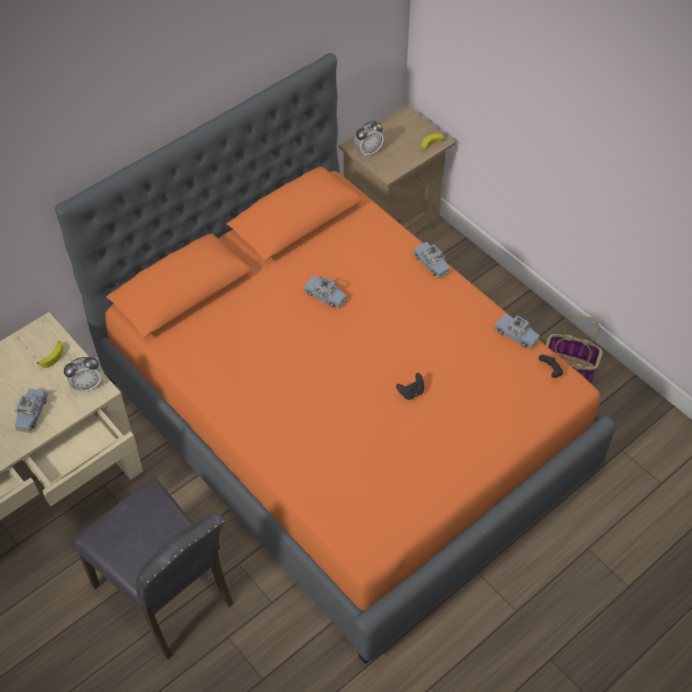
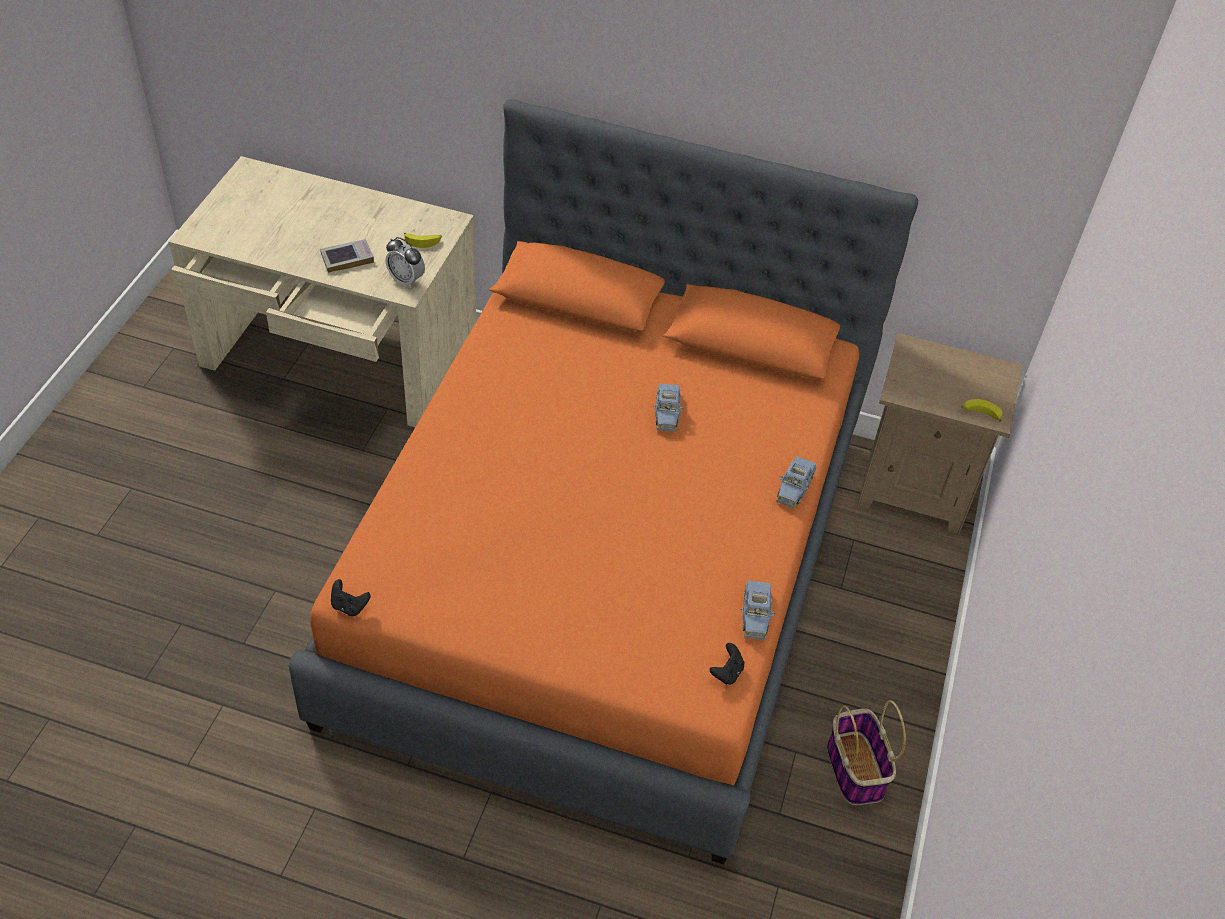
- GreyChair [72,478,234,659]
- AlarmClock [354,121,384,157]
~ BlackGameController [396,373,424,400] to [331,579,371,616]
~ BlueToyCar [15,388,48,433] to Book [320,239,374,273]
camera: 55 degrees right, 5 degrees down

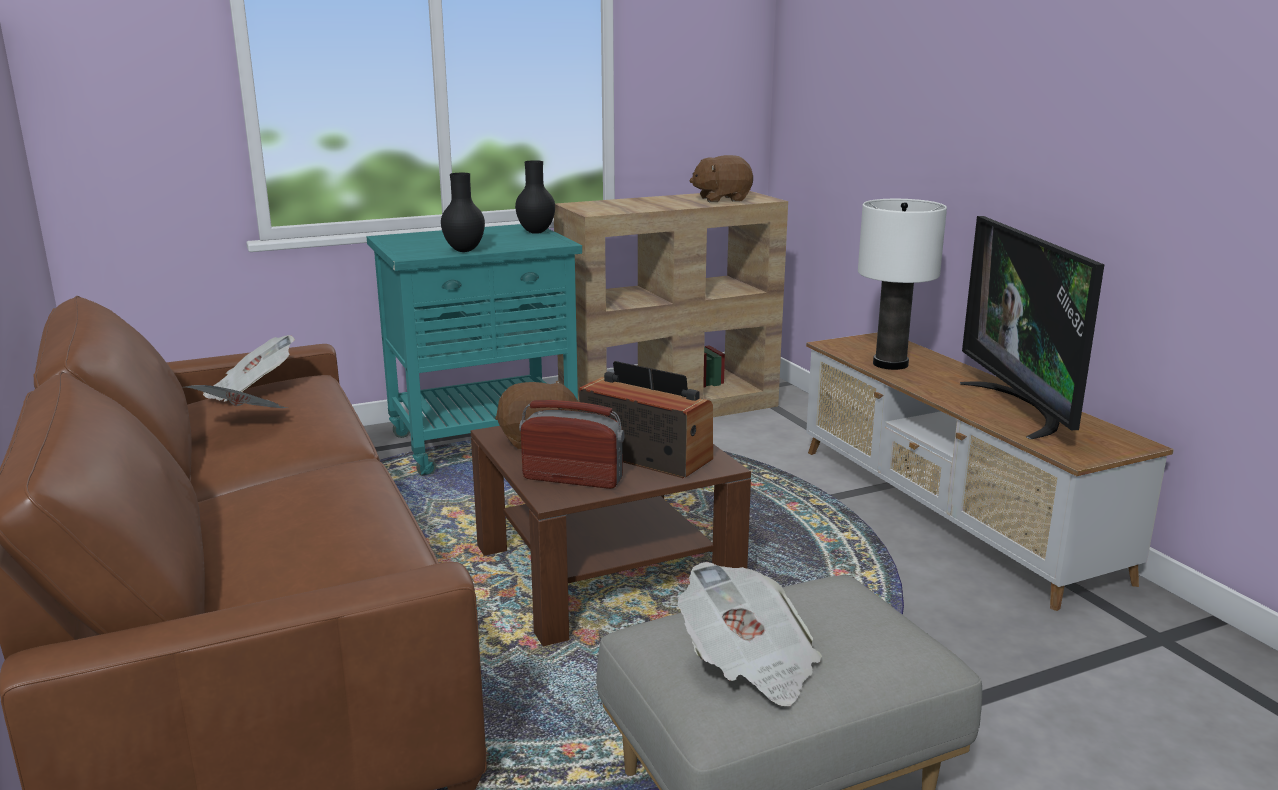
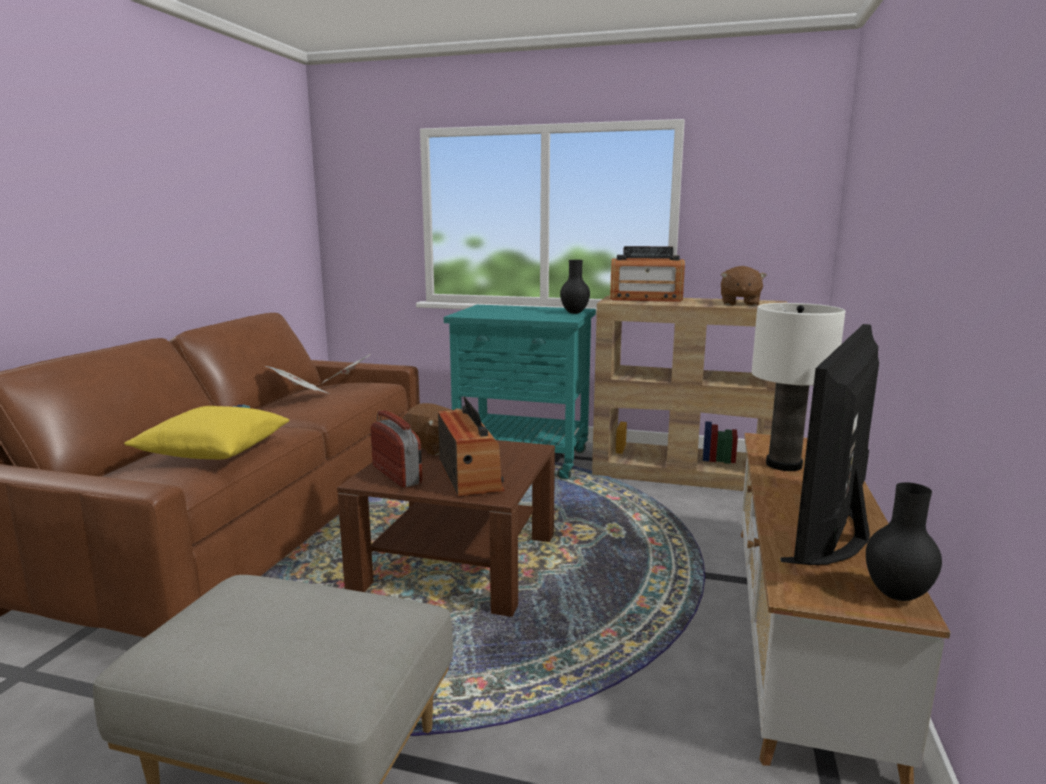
- Newspaper [678,562,822,706]
+ YellowPillow [124,404,289,460]
+ Radio [610,246,685,302]
~ BlackVase [441,173,485,252] to [866,482,942,601]
~ BrownPlushToy [690,155,753,202] = [721,266,767,306] 105 degrees counterclockwise
camera: 40 degrees right, 5 degrees down

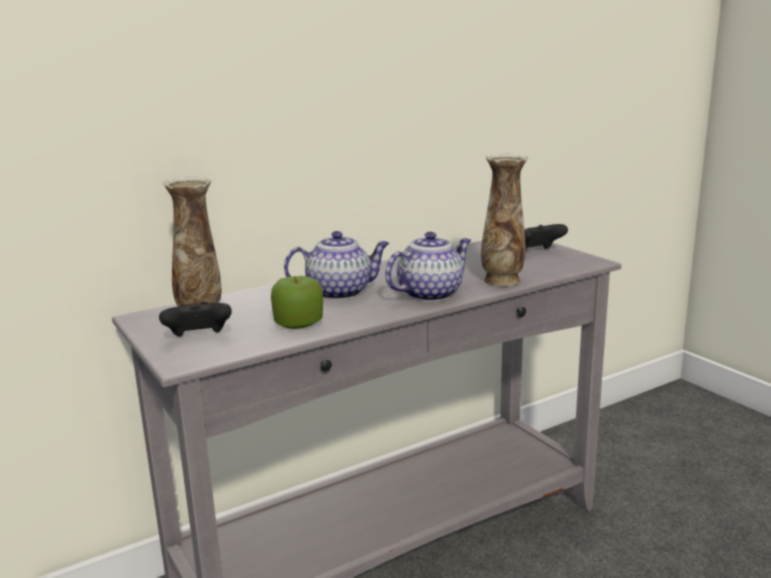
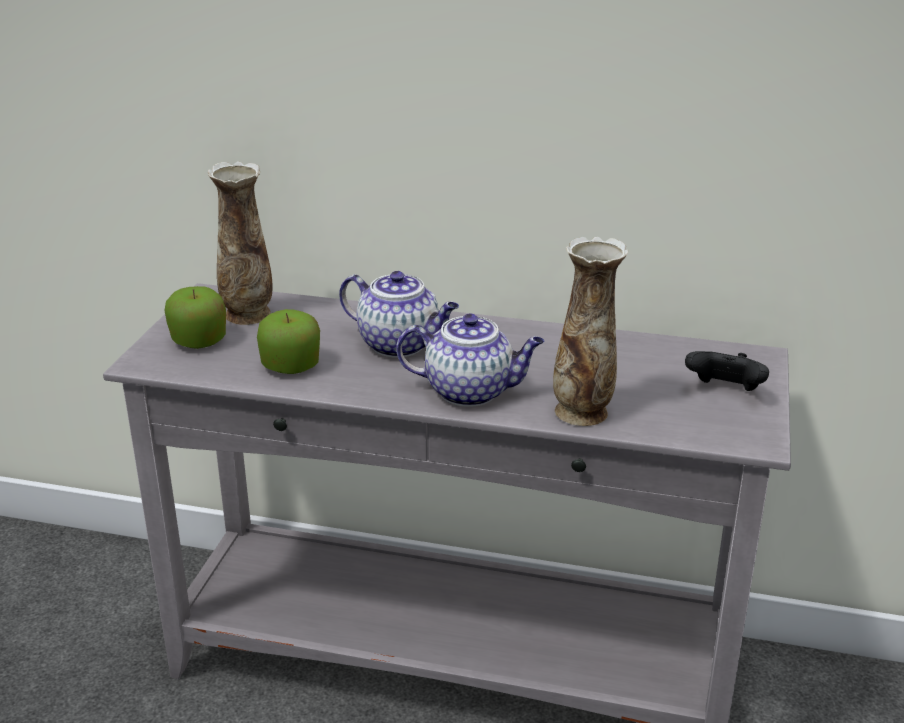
~ BlackGameController [159,302,232,337] to Apple [165,286,226,349]
camera: 45 degrees right, 10 degrees up

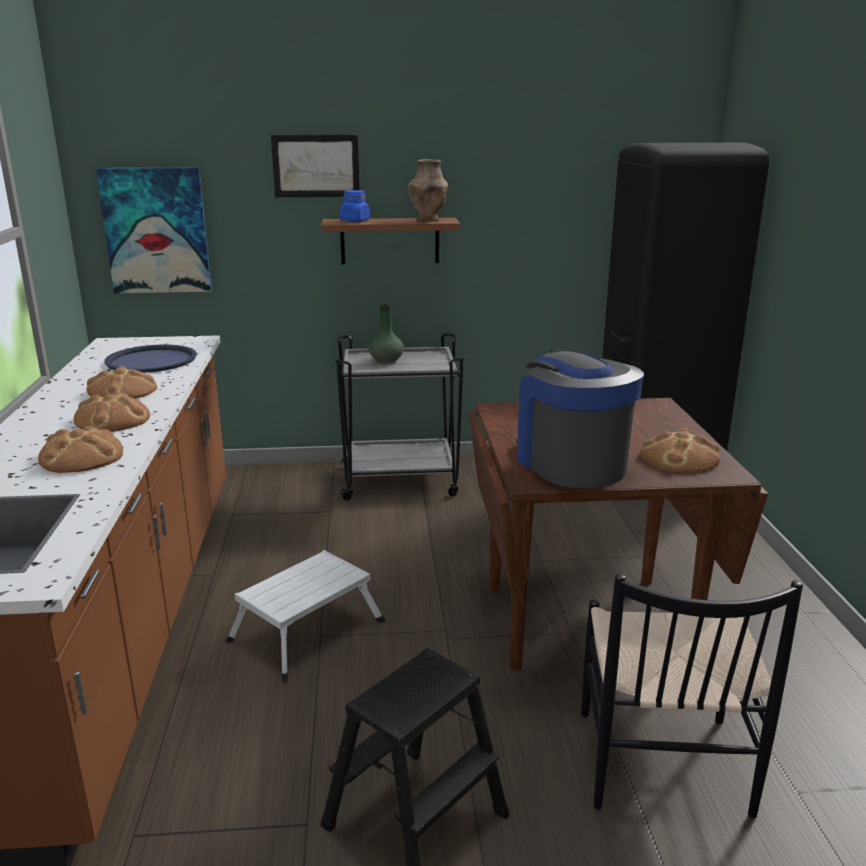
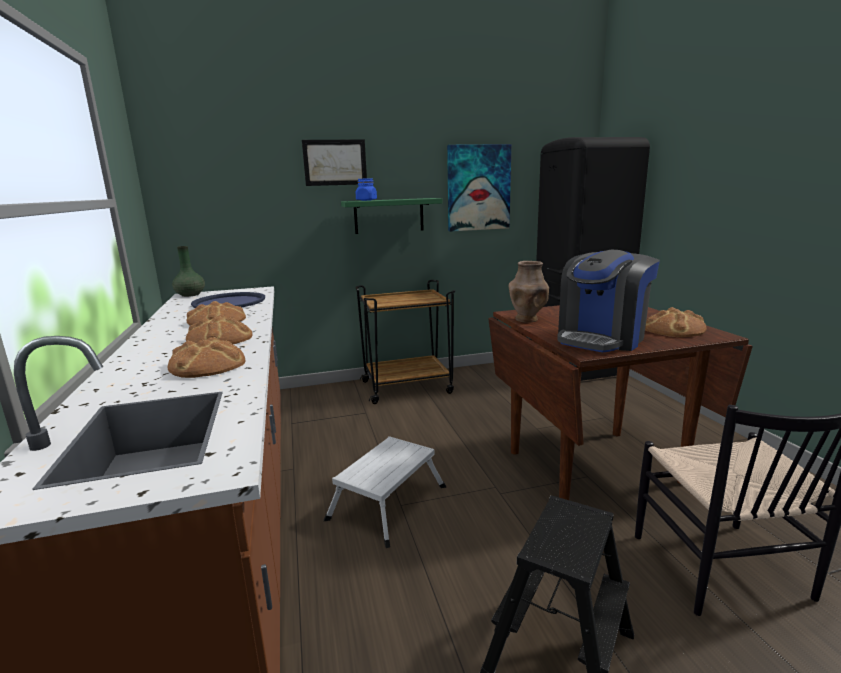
~ Picture [96,167,212,293] to [447,144,512,232]
~ GreenVase [369,304,404,363] to [172,246,205,297]
~ BrownVase [408,159,448,222] to [509,261,549,323]
~ BrownShelf [321,218,460,264] to GreenShelf [341,198,442,234]
~ GreyCart [335,333,465,500] to BrownCart [355,280,455,404]
~ CoffeeMachine [516,349,644,488] = [557,250,660,352] 105 degrees counterclockwise
camera: 10 degrees left, 5 degrees down

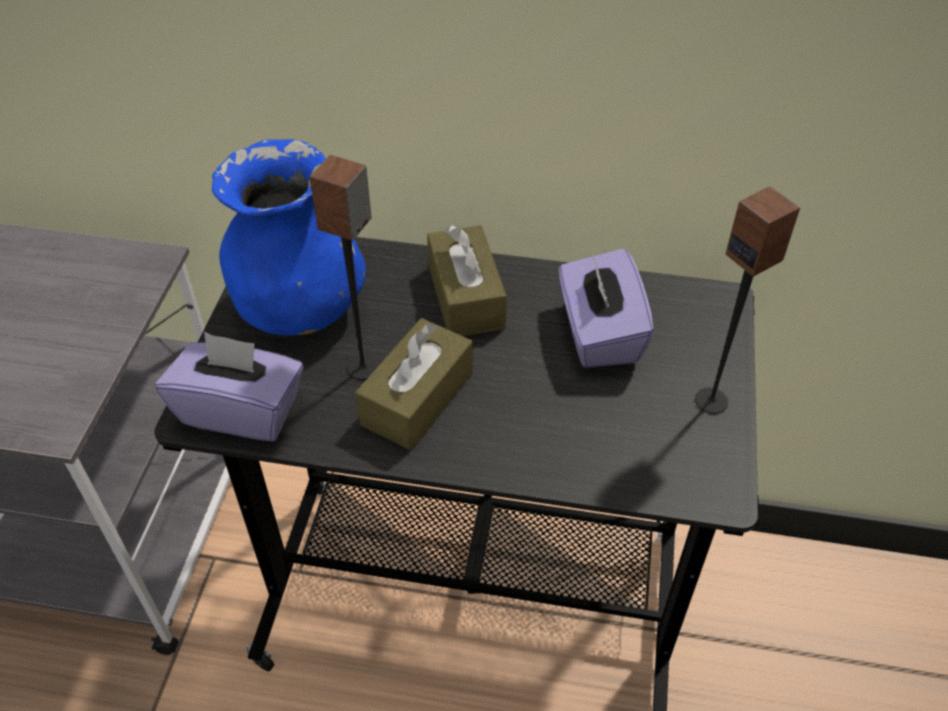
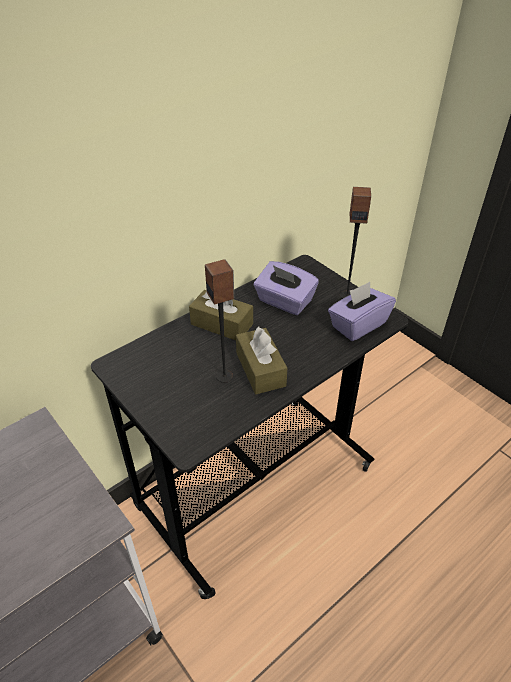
- BlueVase [212,139,366,336]
~ PurpleTissueBox [155,332,303,441] to [328,282,396,341]
camera: 50 degrees left, 5 degrees down

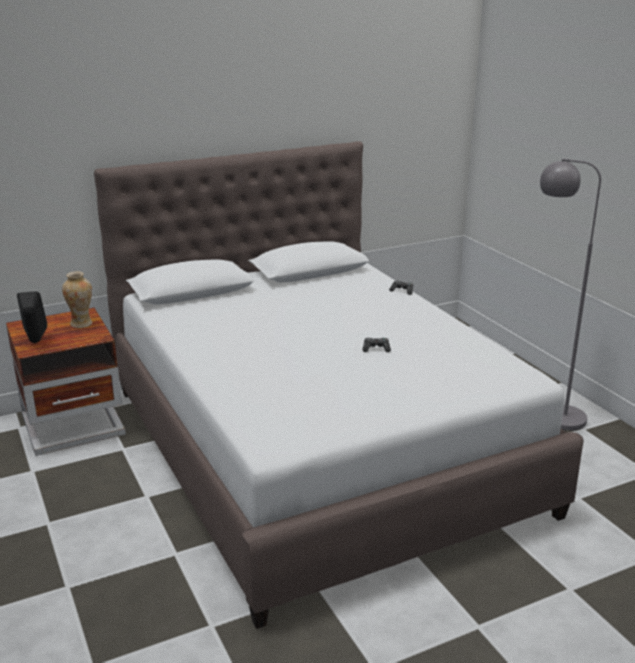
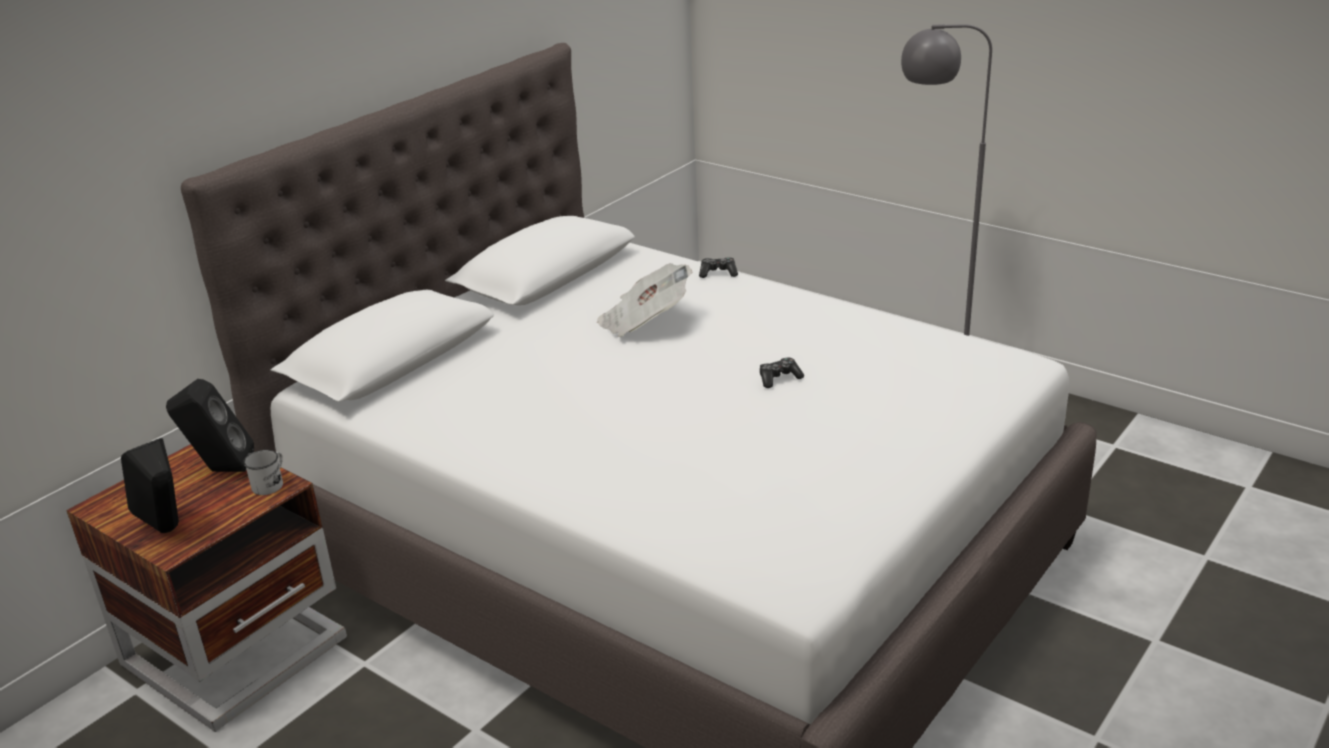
+ WhiteMug [243,450,283,495]
+ Newspaper [597,263,693,337]
~ Vase [62,271,92,328] to BlackSpeaker [166,379,254,472]
camera: 25 degrees left, 5 degrees up

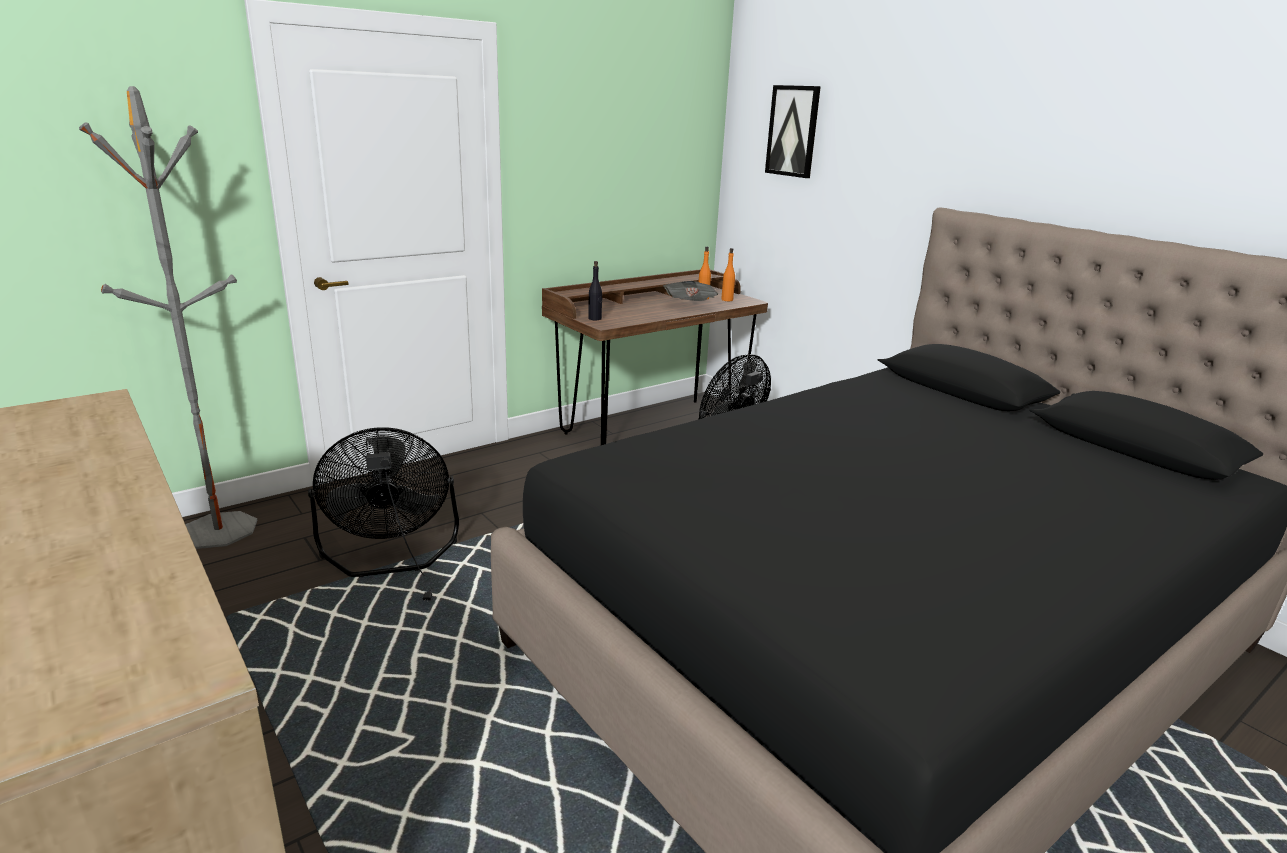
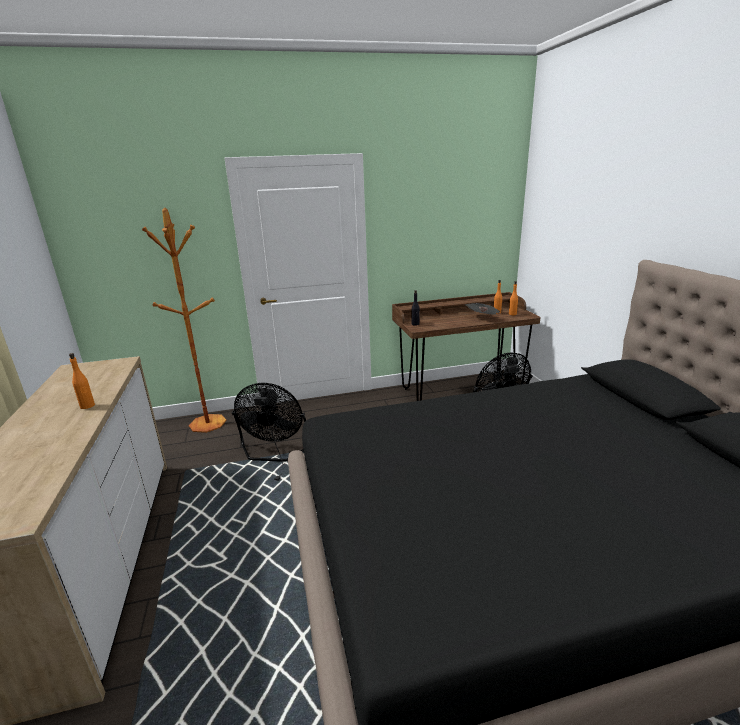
- Picture [765,85,821,178]
+ OrangeBottle [69,353,95,409]
~ GreyClothesRack [79,86,258,549] to OrangeClothesRack [142,208,227,433]
camera: 25 degrees right, 0 degrees up

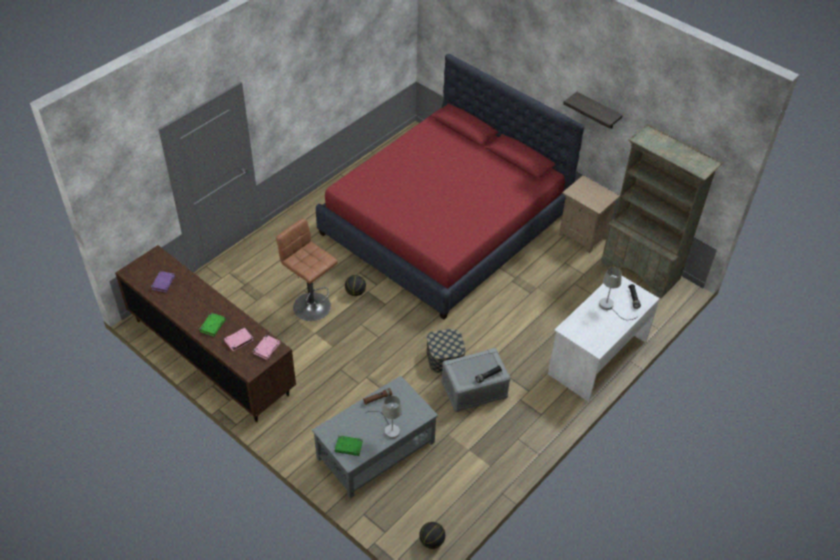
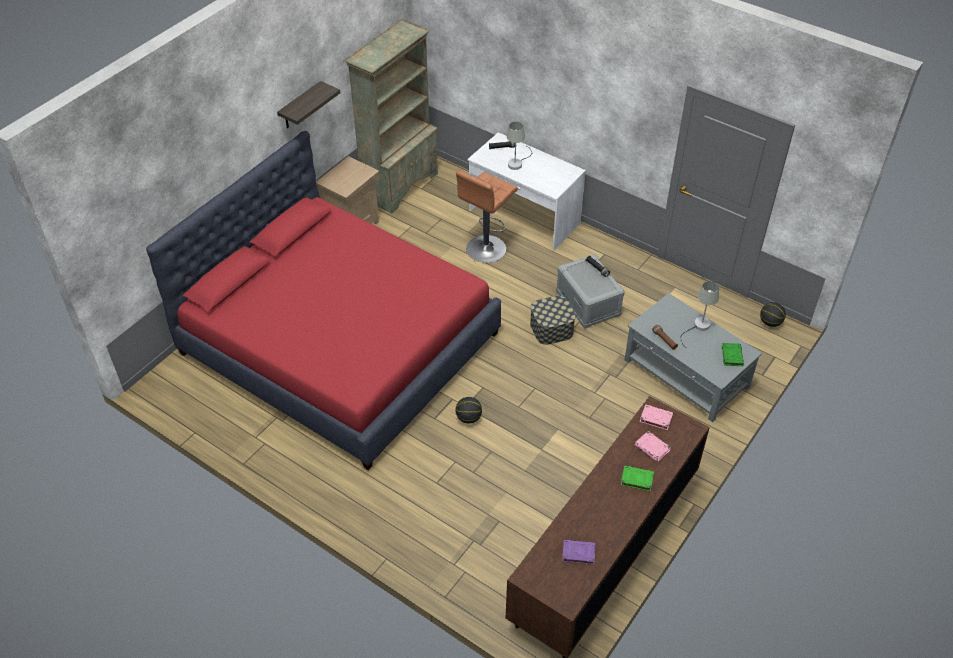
~ BrownStool [276,218,338,321] to [456,171,518,263]
camera: 95 degrees left, 0 degrees up

